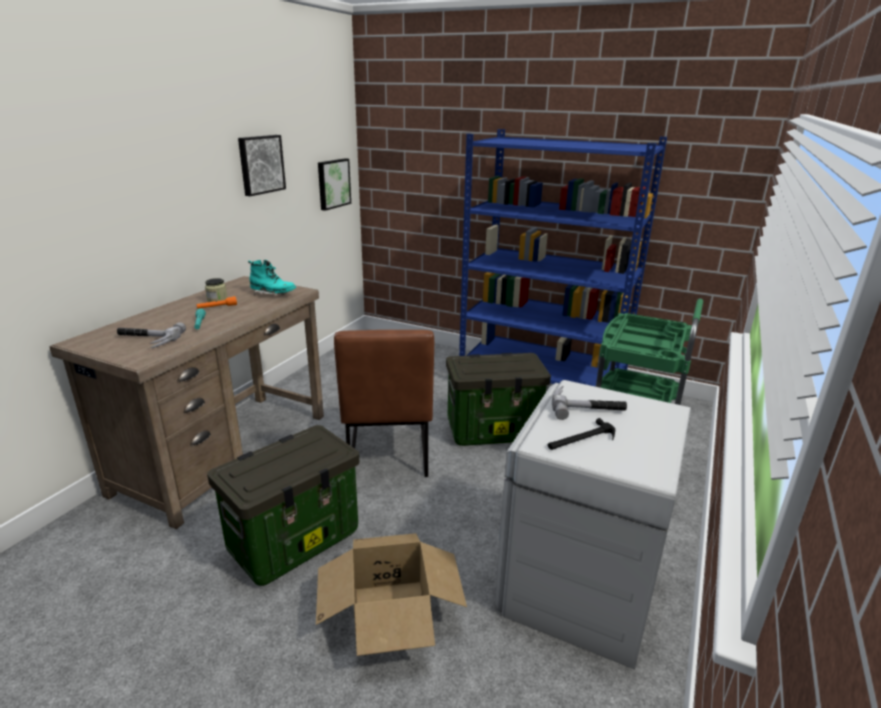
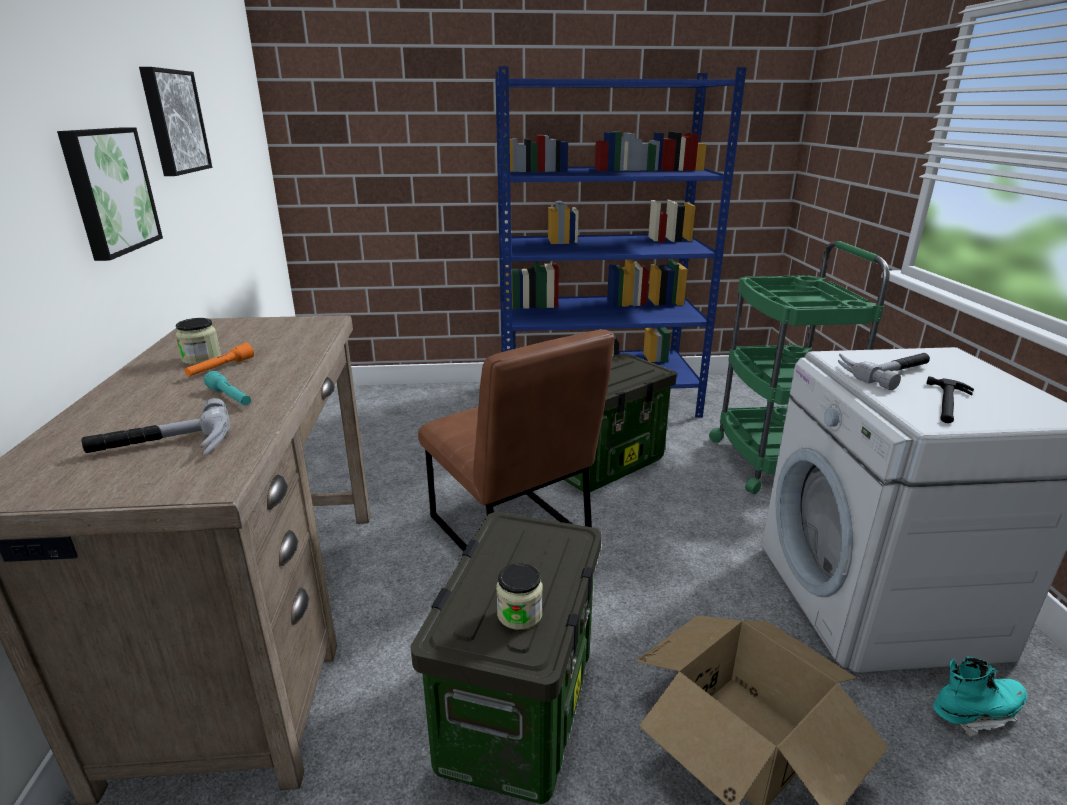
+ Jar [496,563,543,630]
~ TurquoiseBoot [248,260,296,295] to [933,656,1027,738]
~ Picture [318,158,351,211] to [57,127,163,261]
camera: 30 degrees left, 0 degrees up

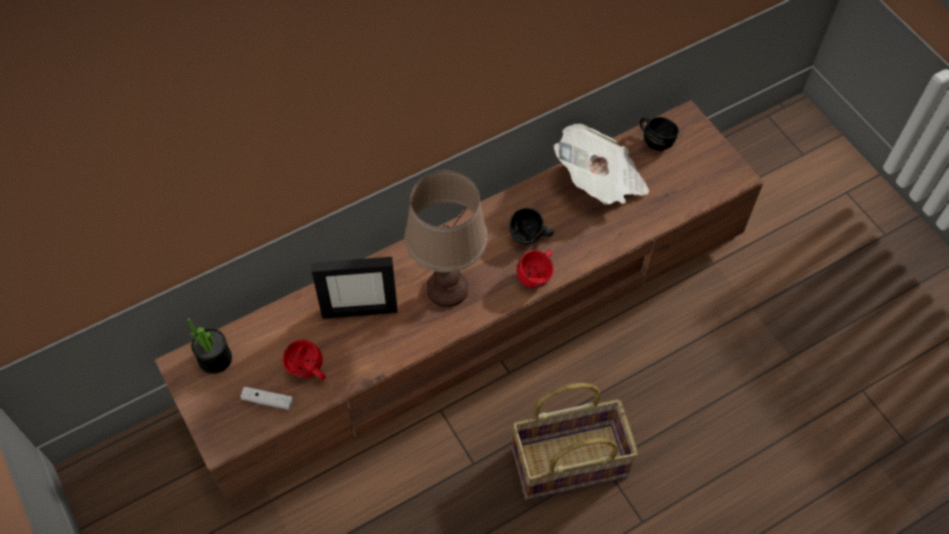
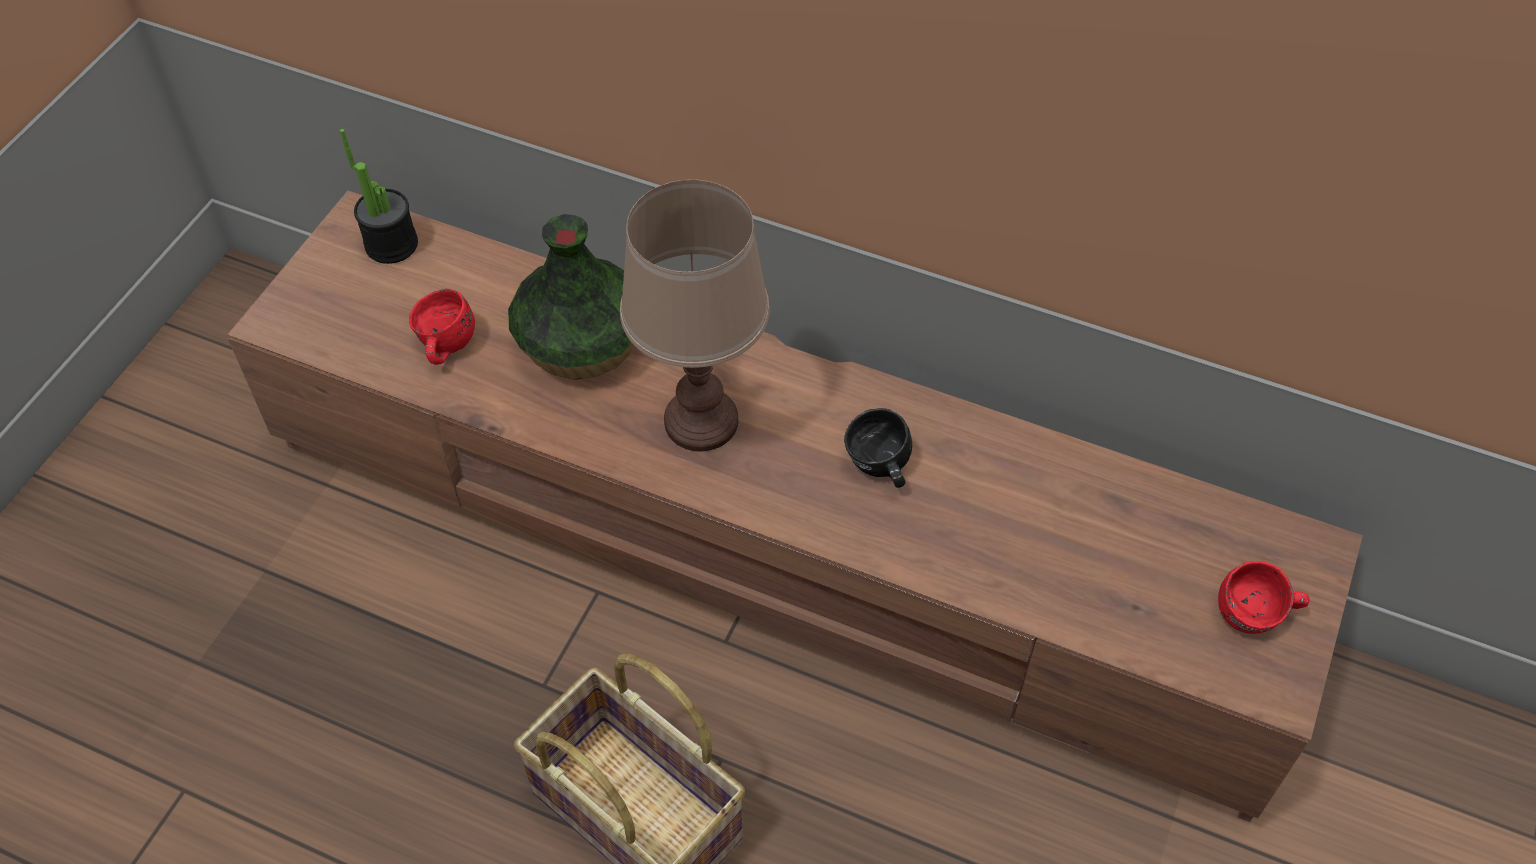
- WhiteGameController [241,386,293,410]
- Newspaper [554,123,649,205]
- BlackMug [640,117,679,151]
~ RedMug [517,250,554,288] to [1218,561,1309,634]
~ PictureFrame [311,257,398,319] to Vase [508,214,634,379]
camera: 55 degrees right, 5 degrees down

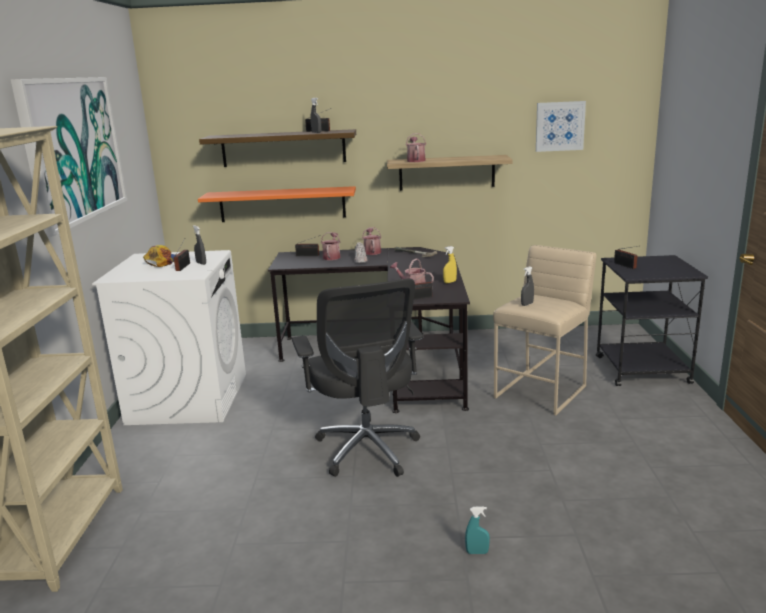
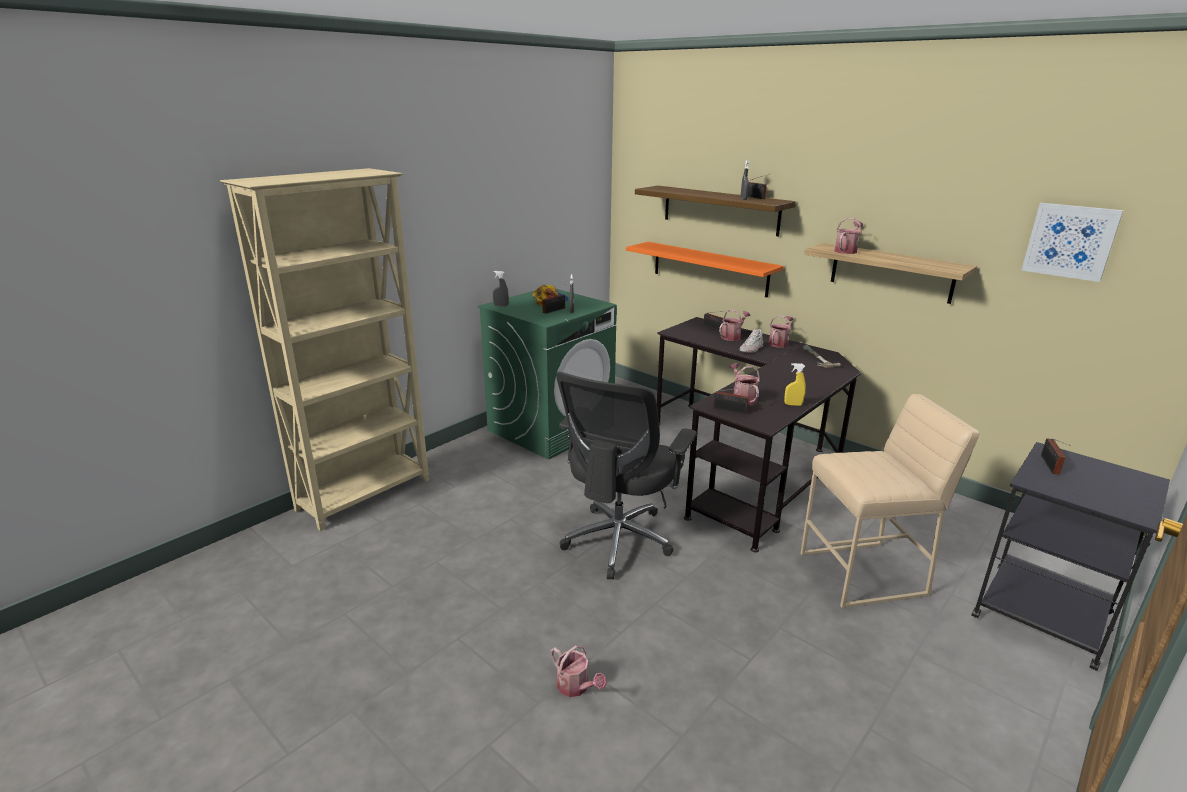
- Picture [11,77,127,237]
~ GreySprayBottle [521,266,534,306] to [493,271,509,306]
~ TurquoiseSprayBottle [465,506,490,554] to WateringCan [550,645,607,697]
~ WhiteWashingMachine [92,250,246,425] to GreenWashingMachine [478,289,617,459]
camera: 40 degrees right, 5 degrees up

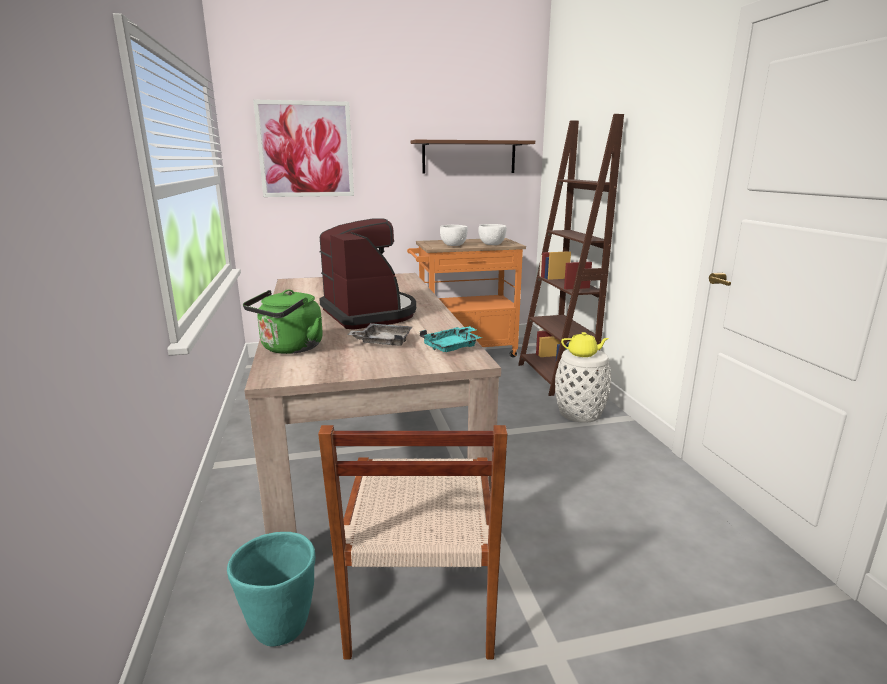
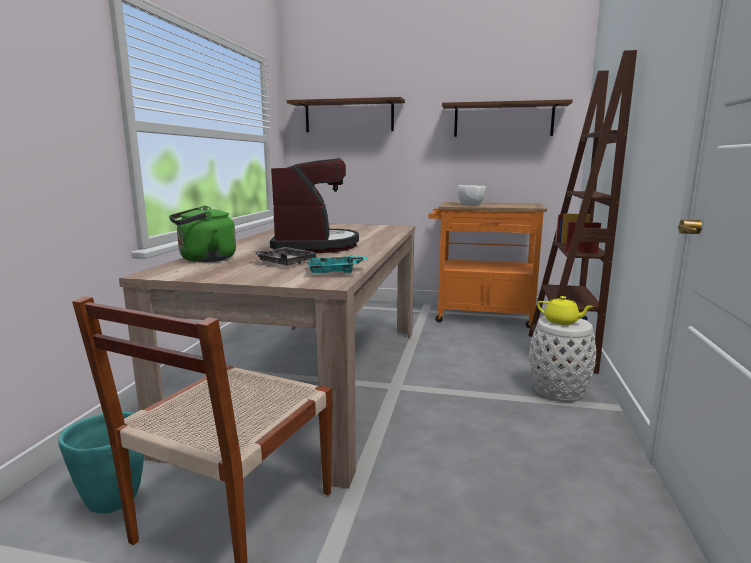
- WhiteBowl [478,224,506,245]
~ Picture [253,99,354,197] to BrownShelf [287,97,405,132]
camera: 25 degrees right, 5 degrees down

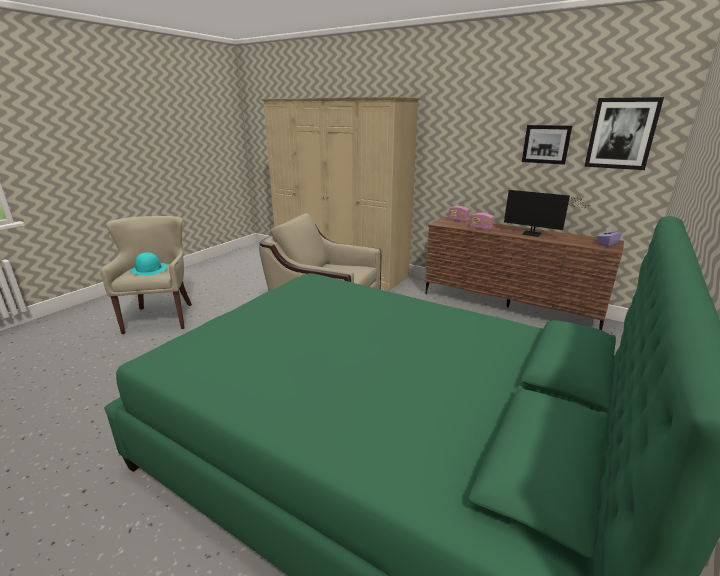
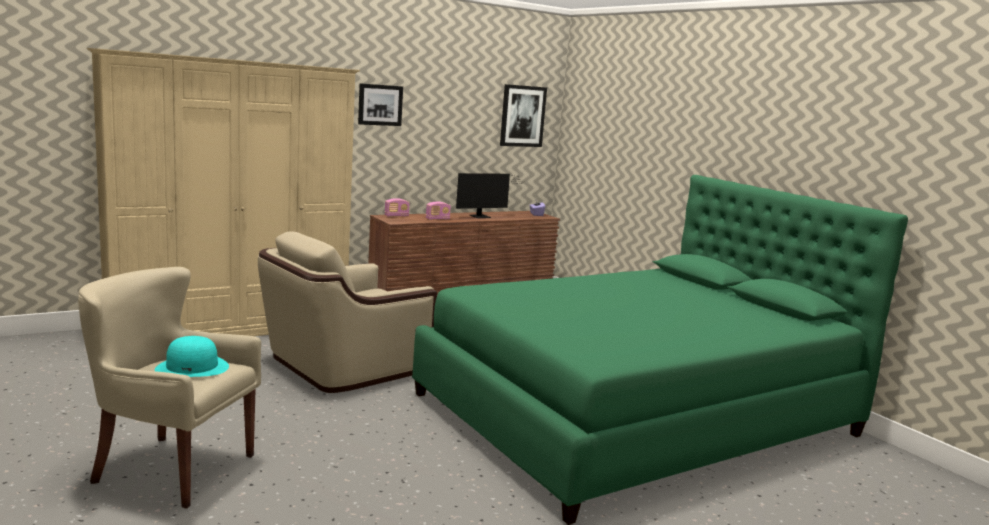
~ Picture [522,125,572,165] to [358,83,403,126]
camera: 65 degrees left, 10 degrees down

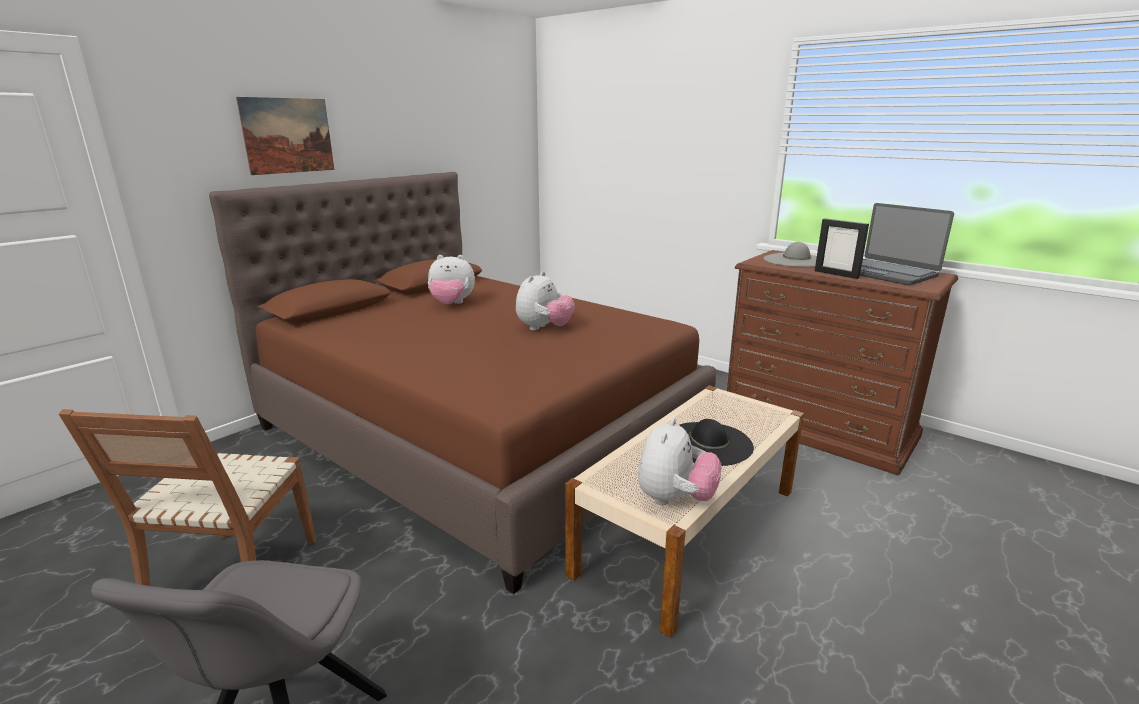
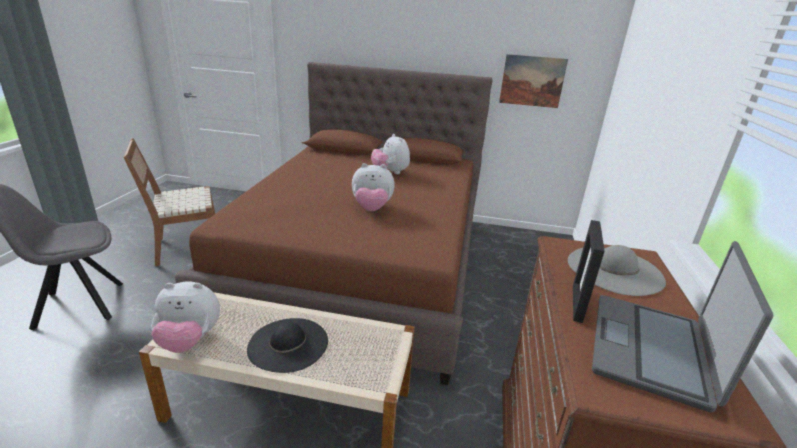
~ Picture [236,97,334,175] to [499,54,568,108]
camera: 60 degrees right, 5 degrees up

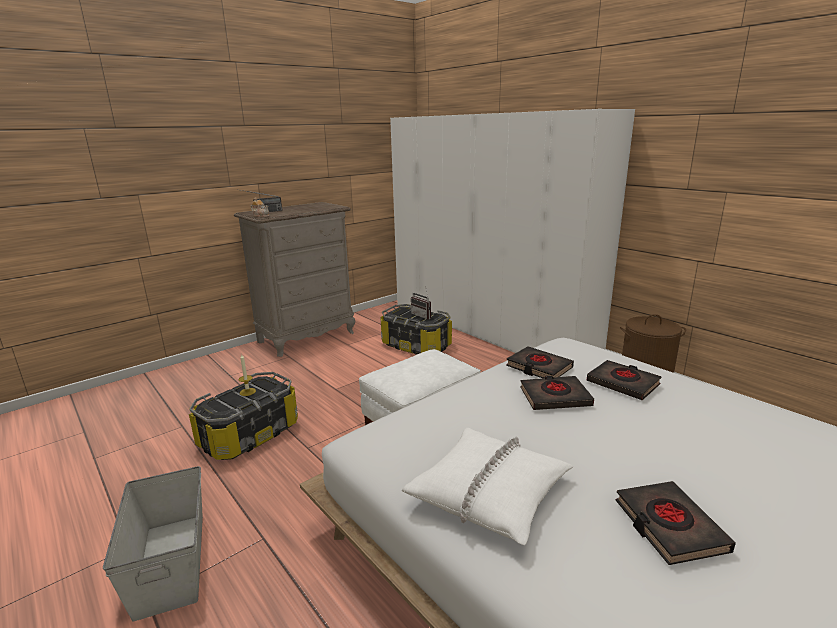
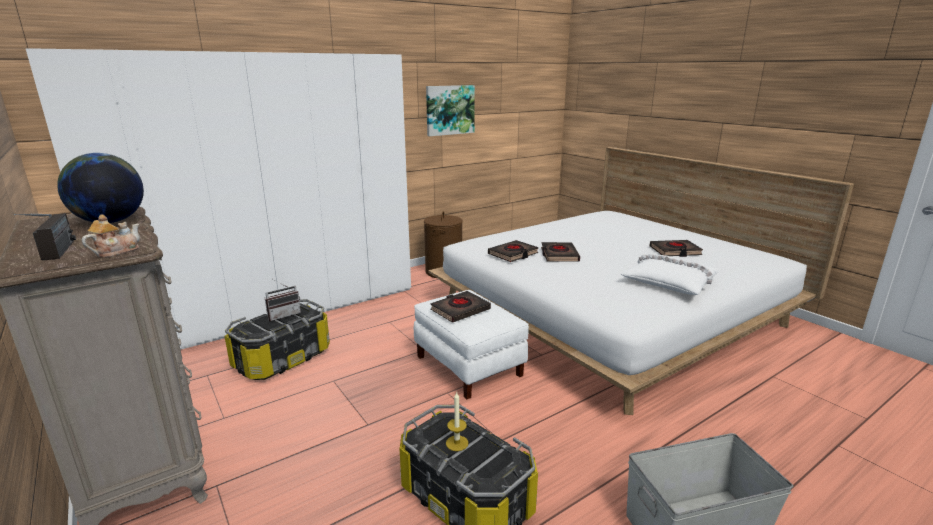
+ Globe [57,153,144,223]
+ Picture [426,85,475,136]
~ BlackBook [587,360,662,400] to [430,291,491,323]
camera: 85 degrees left, 0 degrees up

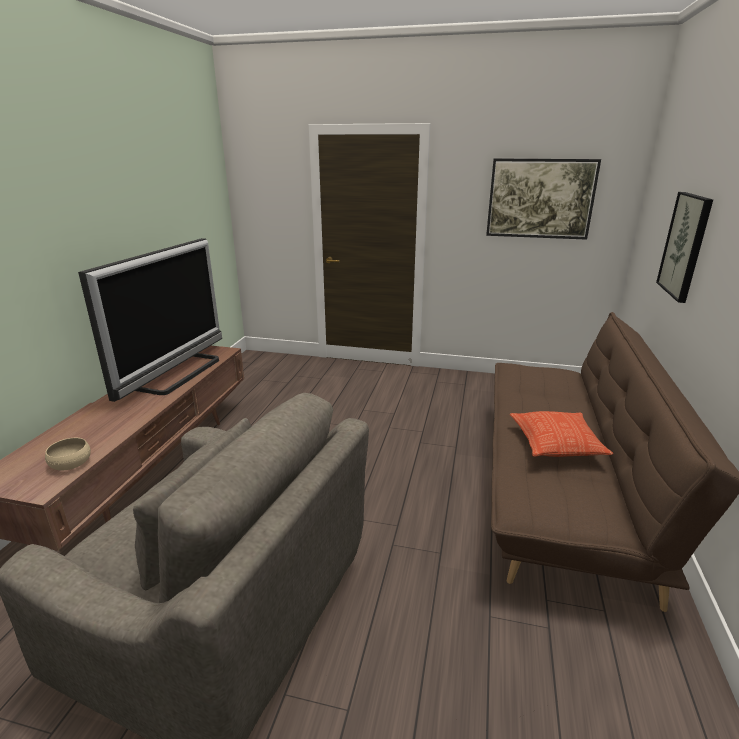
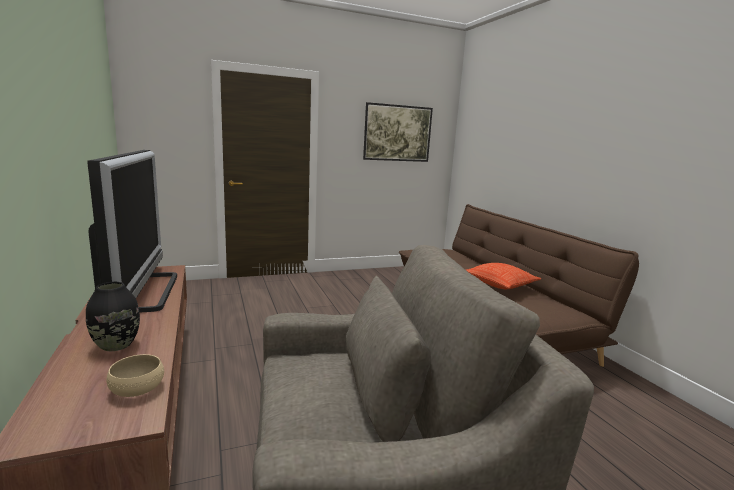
- Picture [656,192,713,303]
+ BlackVase [86,282,140,351]
camera: 35 degrees left, 10 degrees down

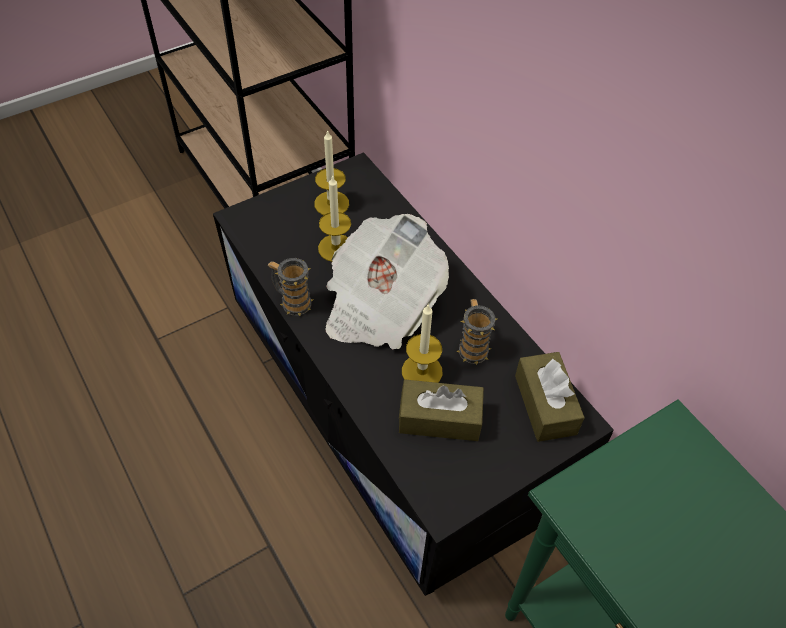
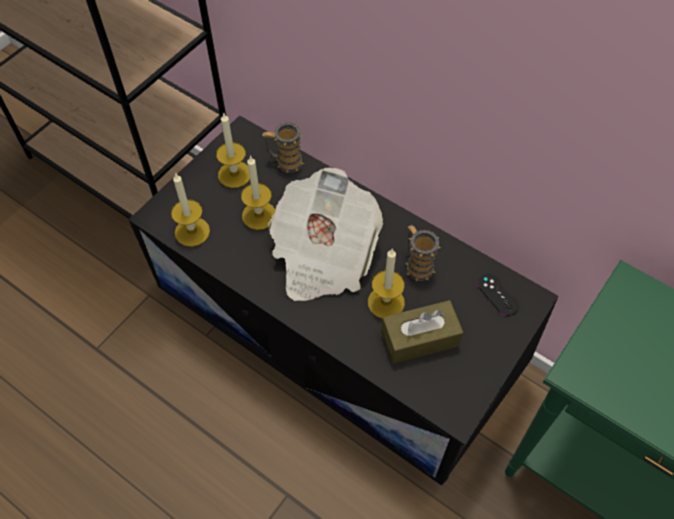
+ Candle [171,173,210,247]
~ Mug [268,258,313,316] to [262,122,304,173]
~ BrownTissueBox [515,352,585,442] to BlackGameController [477,274,519,316]
camera: 20 degrees left, 5 degrees up

